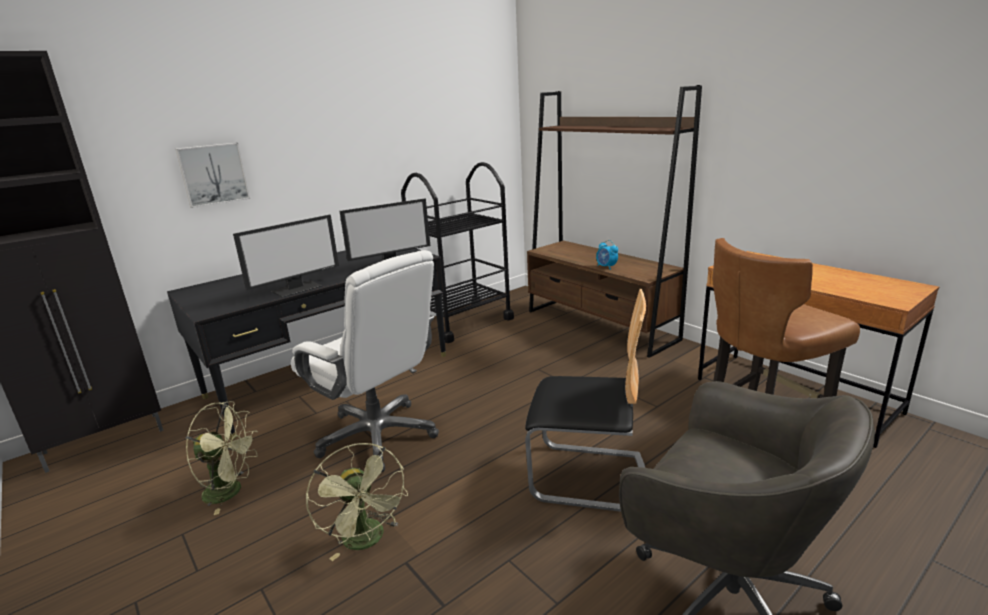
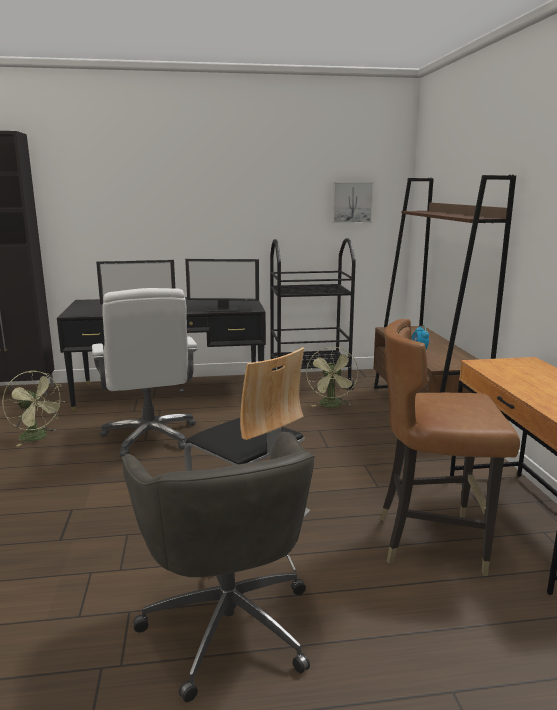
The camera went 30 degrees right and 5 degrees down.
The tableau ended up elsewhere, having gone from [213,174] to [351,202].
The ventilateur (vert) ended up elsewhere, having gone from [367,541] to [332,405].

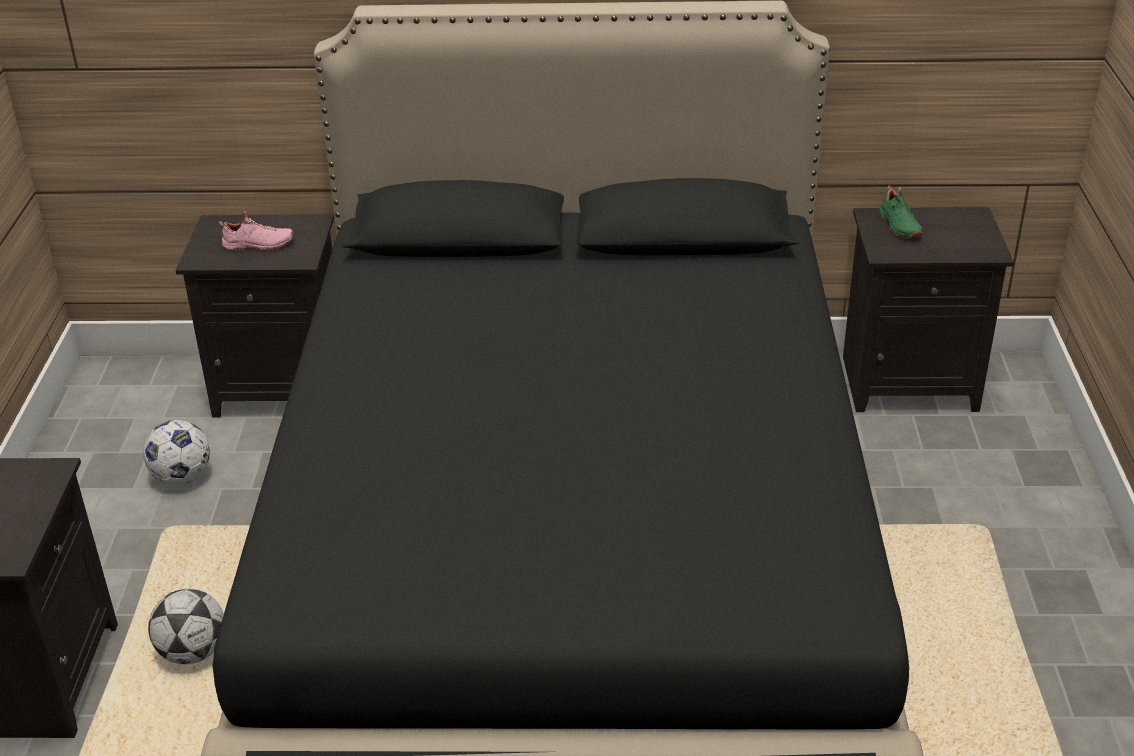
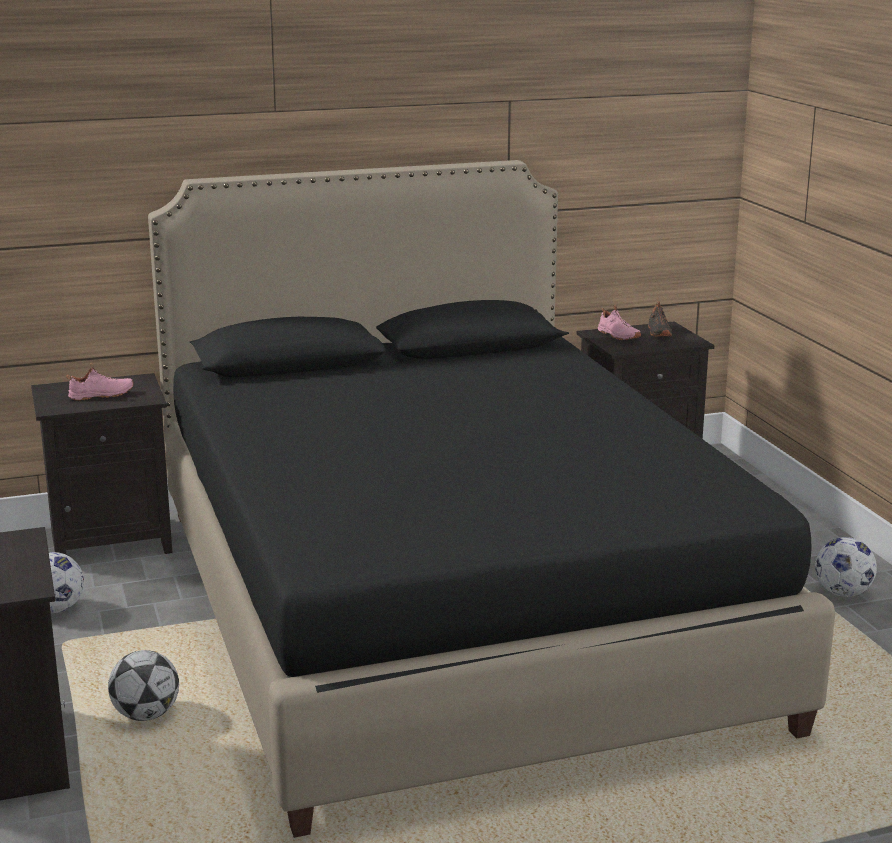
The camera went 20 degrees left and 15 degrees down.
What was the chaussure (vert) at [898,226] turned into the chaussure (rose) at [617,336].
The second view gained the chaussure (noir) at [658,332].
The second view gained the ballon de foot at [842,593].

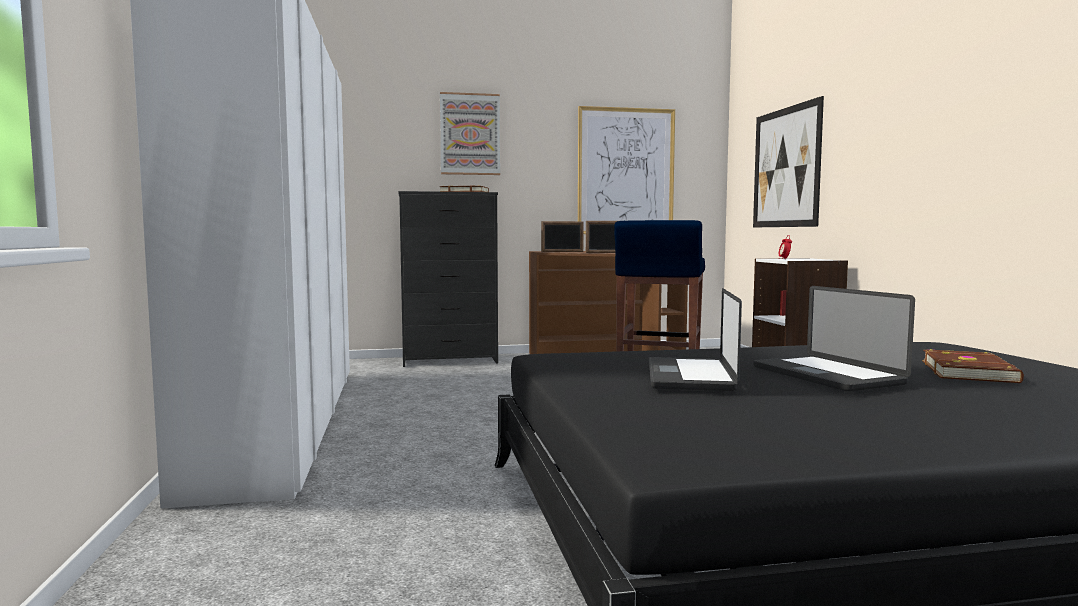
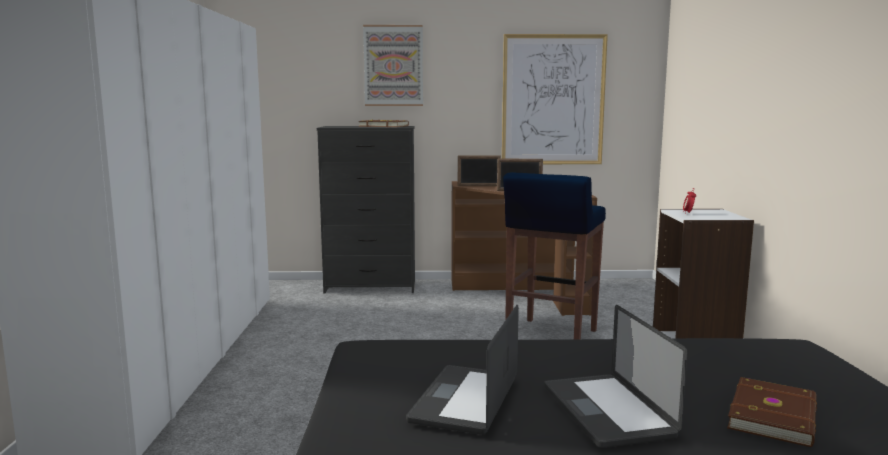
The camera went 10 degrees right and 5 degrees up.
The second view lost the tableau at [785,167].

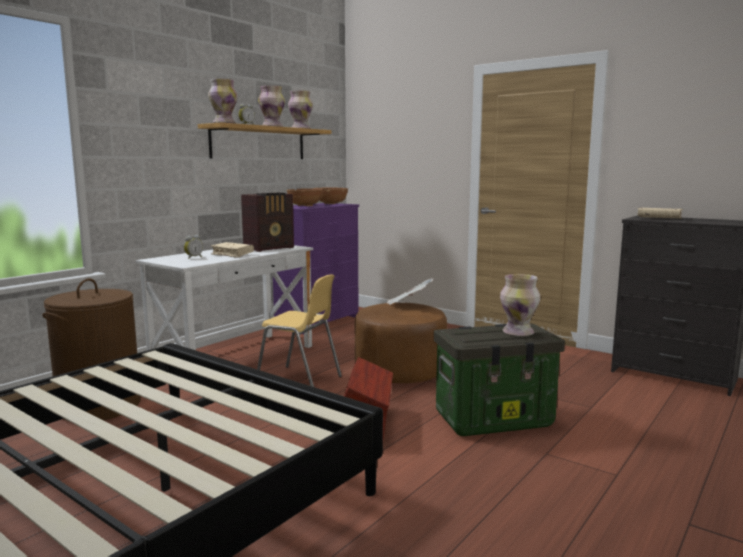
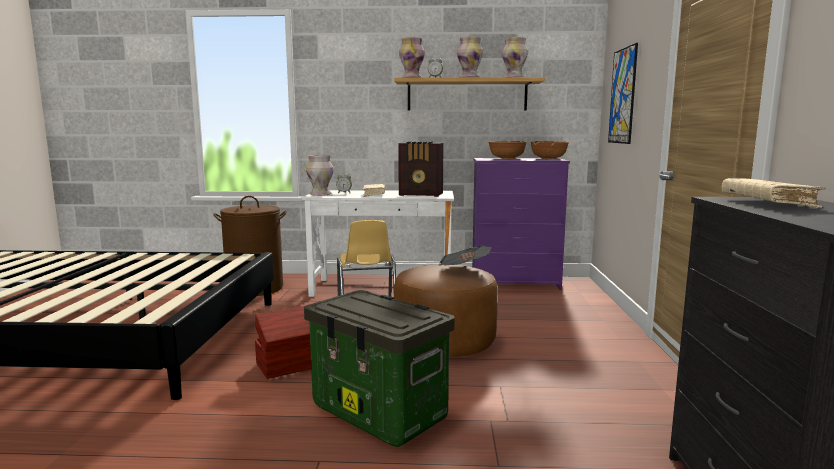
The camera went 55 degrees right and 0 degrees up.
The vase ended up elsewhere, having gone from [518,332] to [320,194].
The second view gained the tableau at [622,96].

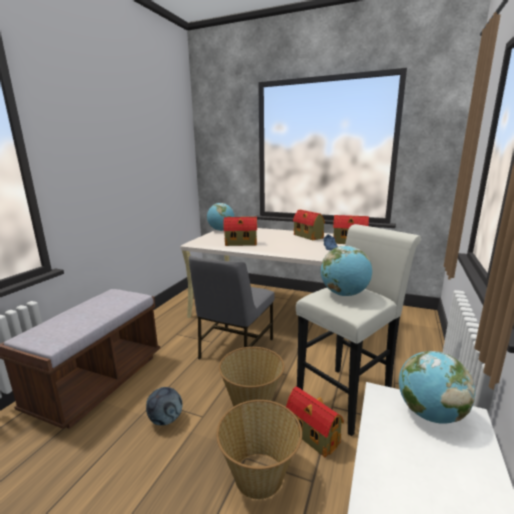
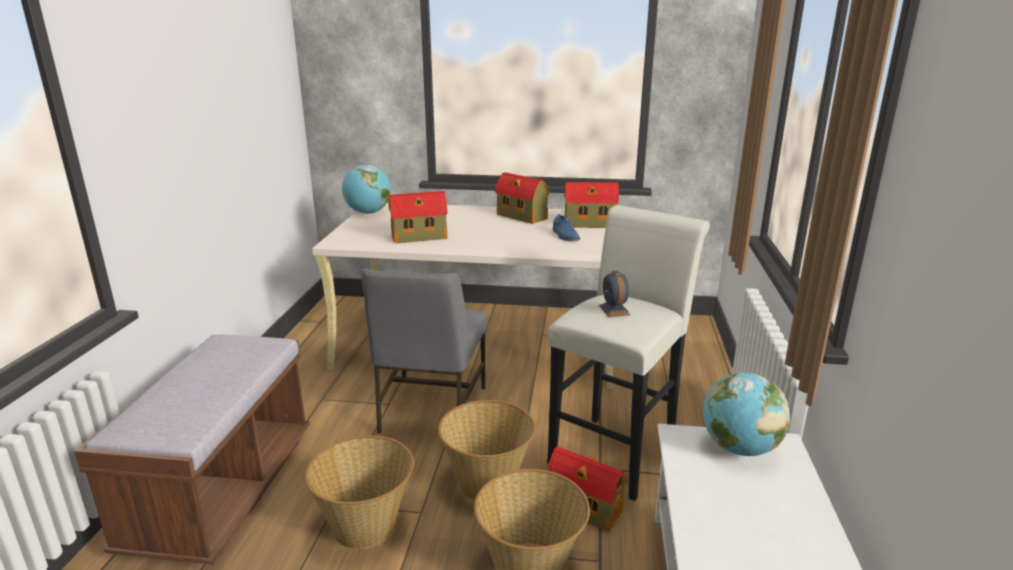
The camera went 15 degrees left and 5 degrees up.
Where the ballon de foot stood at [165,420], the panier came to stand at [366,526].
Where the globe stood at [344,294], the réveil came to stand at [614,310].

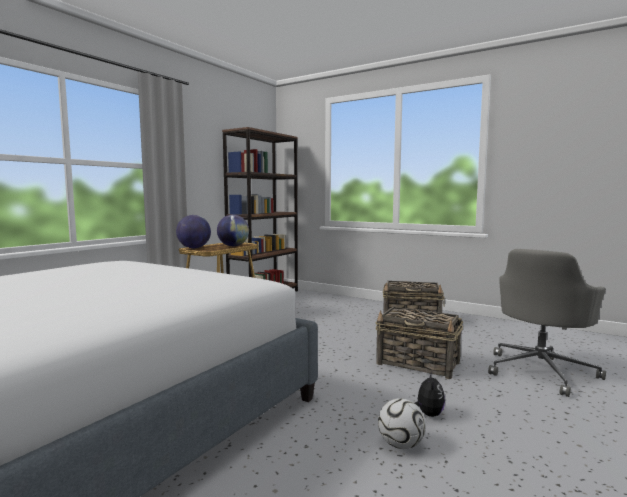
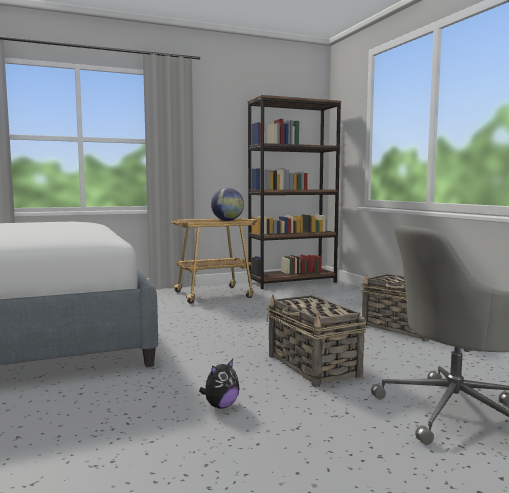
The camera went 35 degrees right and 0 degrees up.
The second view lost the globe at [194,248].
The second view lost the ballon de foot at [400,444].

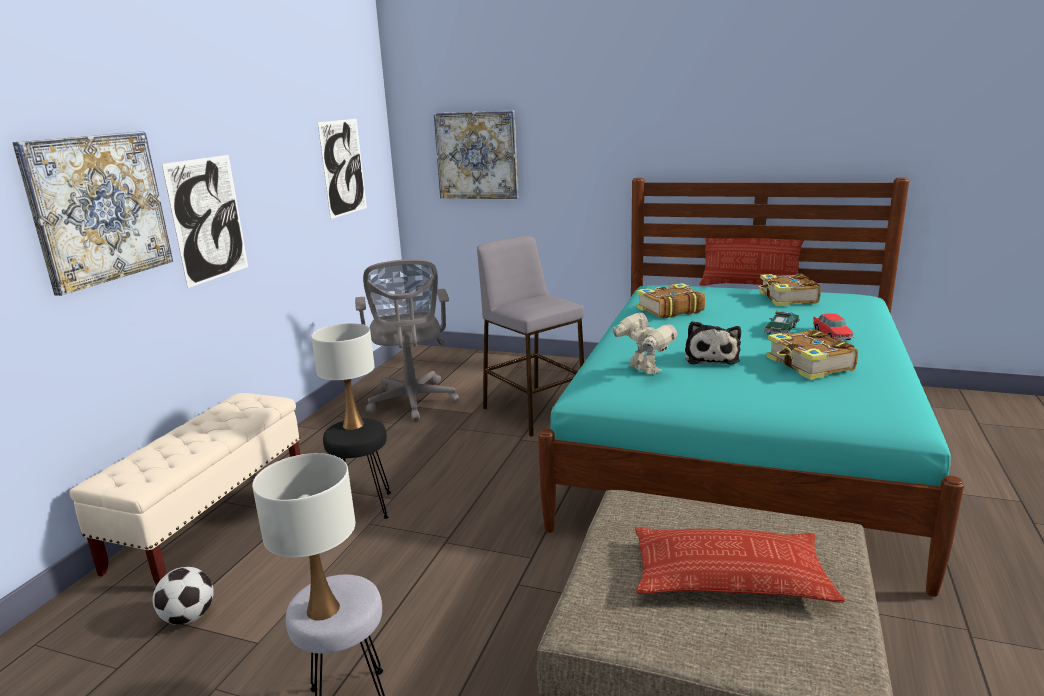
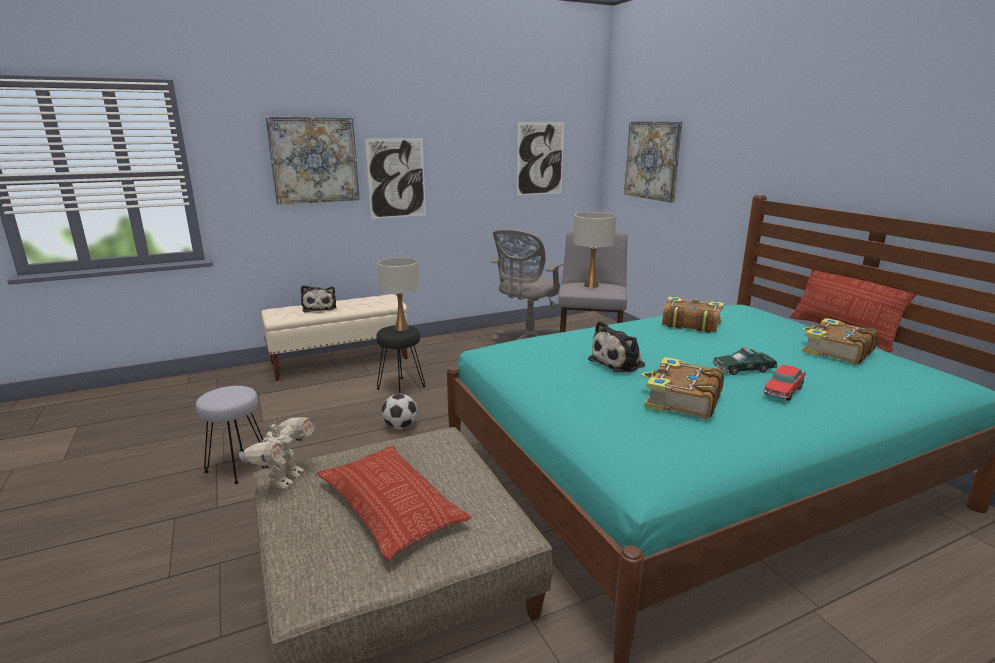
The camera went 45 degrees right and 0 degrees up.
The ballon de foot ended up elsewhere, having gone from [189,617] to [400,426].
The lampe de table (blanc) ended up elsewhere, having gone from [323,608] to [591,285].
The robot jouet ended up elsewhere, having gone from [643,370] to [284,479].
The second view gained the peluche at [319,308].

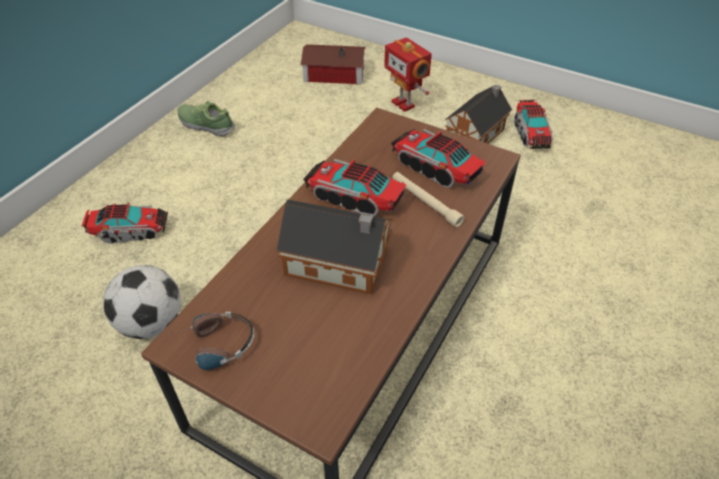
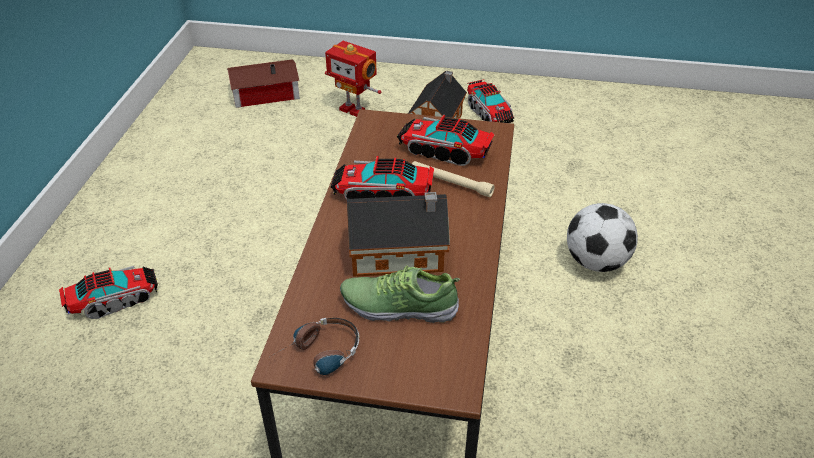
The camera went 20 degrees left and 5 degrees down.
The ballon de foot ended up elsewhere, having gone from [151,323] to [596,262].
The chaussure ended up elsewhere, having gone from [206,125] to [399,305].

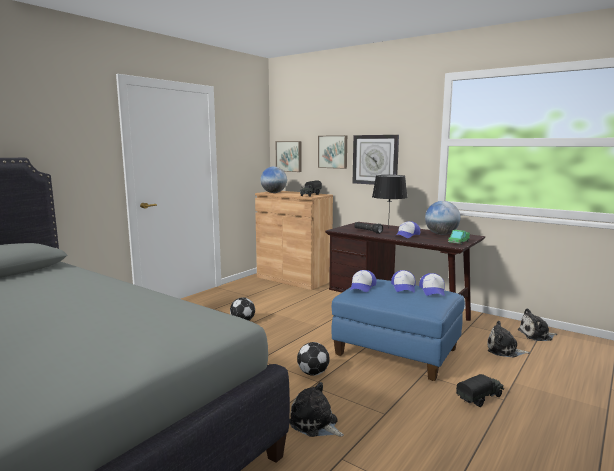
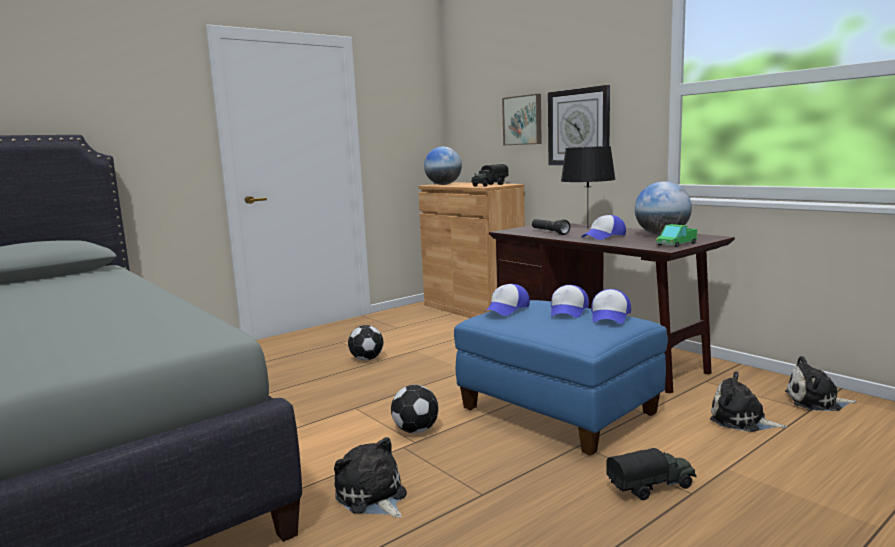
The camera went 15 degrees right and 0 degrees up.
The second view lost the tableau at [289,156].

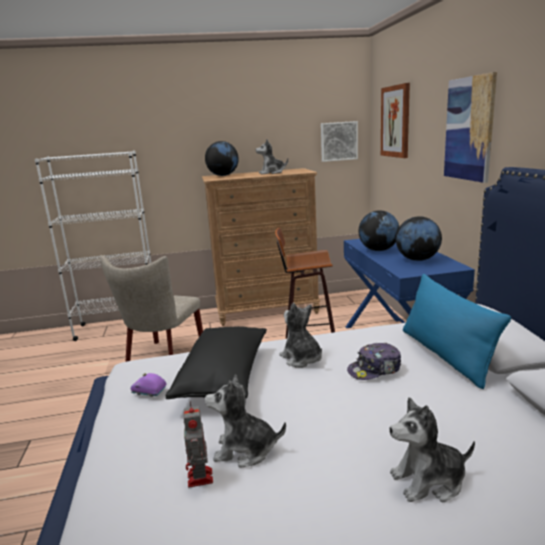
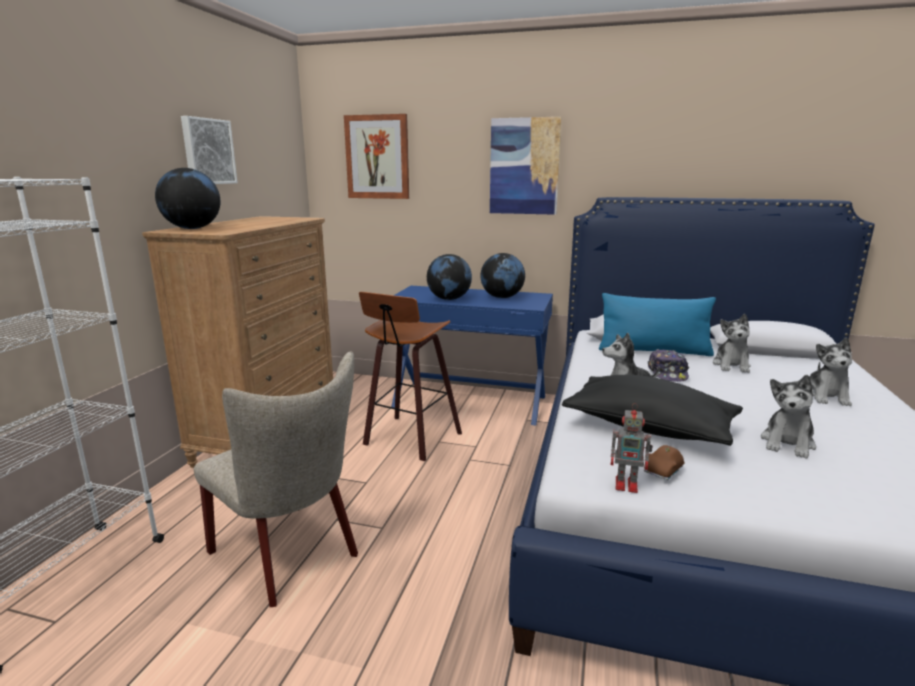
The camera went 65 degrees left and 0 degrees up.
What was the petite voiture (violet) at [149,391] turned into the petite voiture (marron) at [664,471].
The robot jouet ended up elsewhere, having gone from [200,479] to [628,485].
The peluche ended up elsewhere, having gone from [272,173] to [731,365].
The tableau ended up elsewhere, having gone from [338,141] to [207,151].

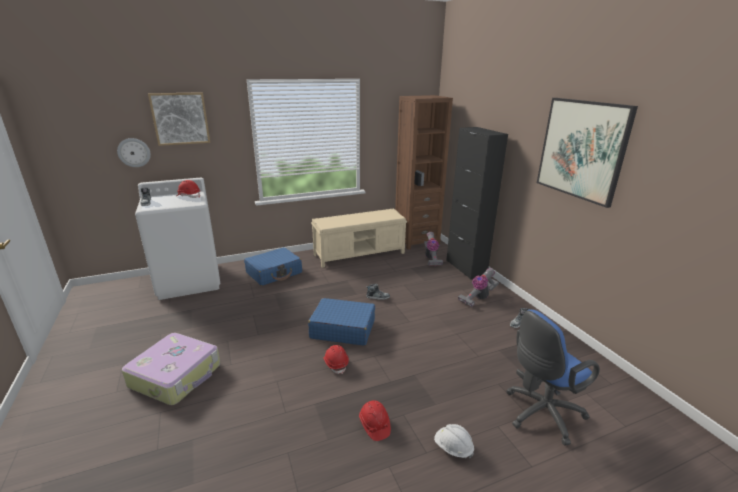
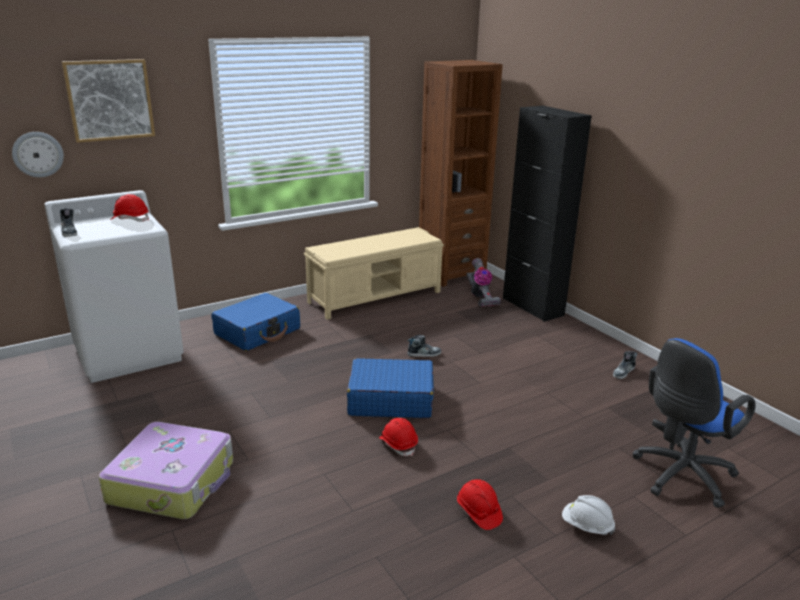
The camera went 10 degrees left and 0 degrees up.
The second view lost the aspirateur at [478,298].
The second view lost the tableau at [582,149].

